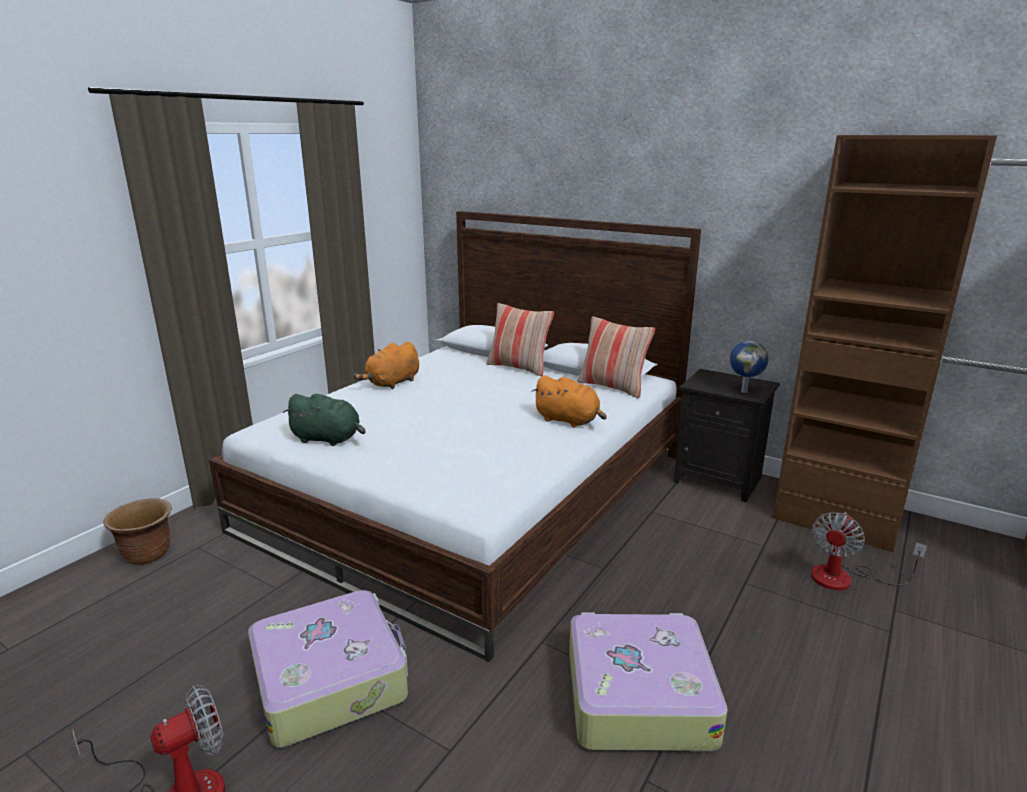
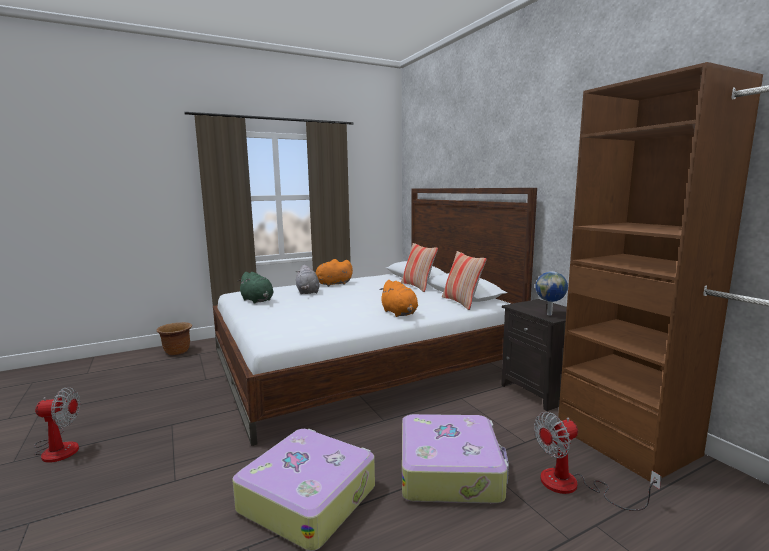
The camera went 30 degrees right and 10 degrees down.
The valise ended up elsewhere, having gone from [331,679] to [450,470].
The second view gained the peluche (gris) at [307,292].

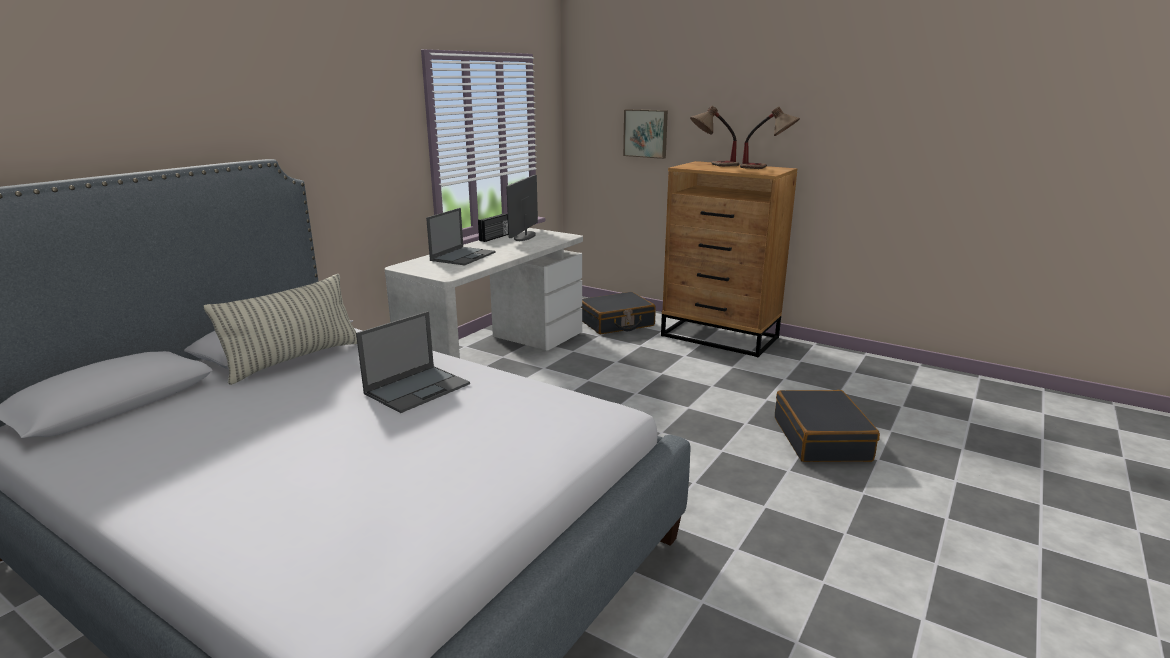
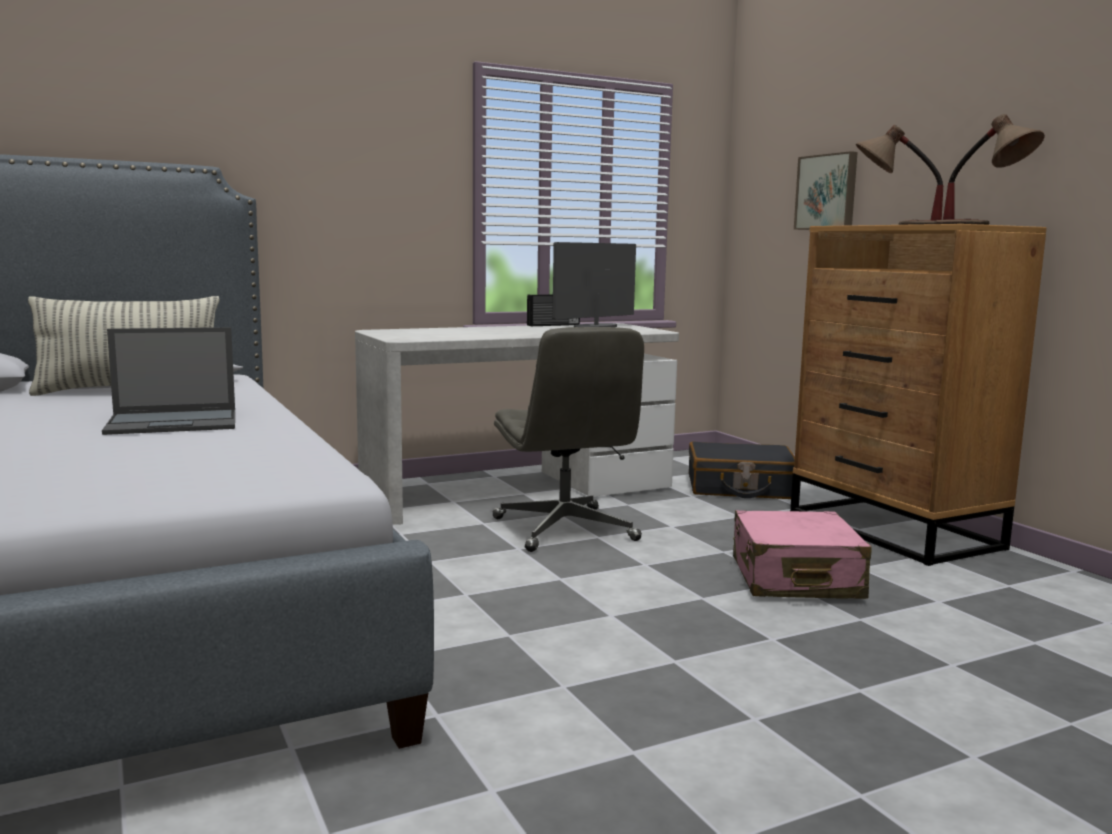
The camera went 30 degrees right and 10 degrees down.
The second view lost the ordinateur portable at [463,256].
The second view lost the valise (noir) at [822,439].
The second view gained the chaise de bureau (gris) at [565,530].
The second view gained the valise (rose) at [795,578].

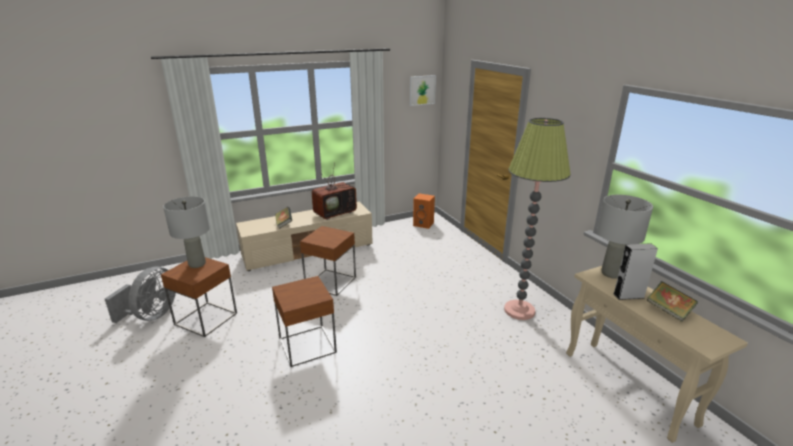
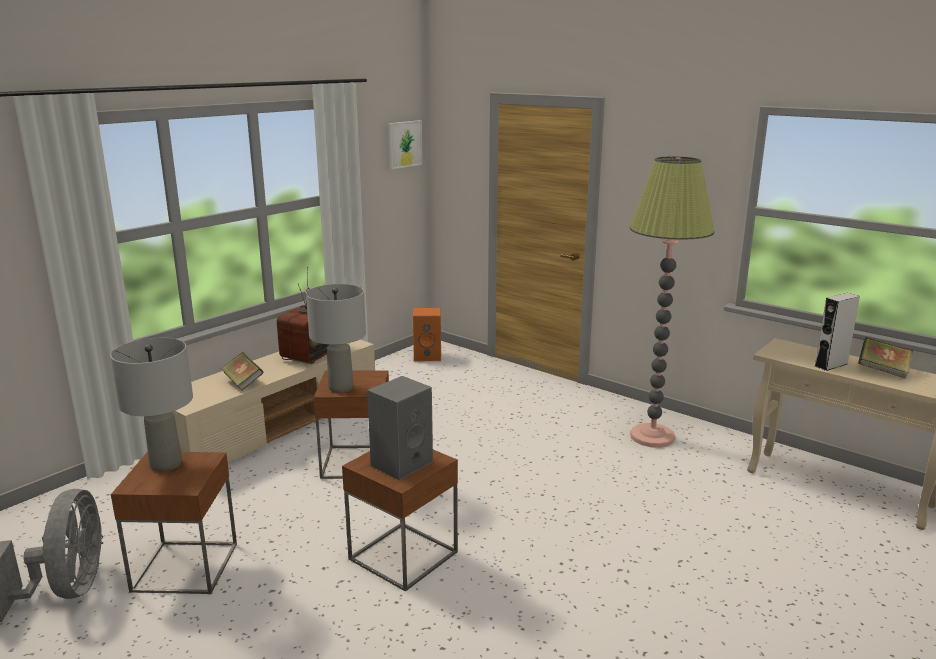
The camera went 25 degrees left and 5 degrees down.
The lampe de table (gris) ended up elsewhere, having gone from [611,273] to [341,387].
The second view gained the enceinte (gris) at [402,463].

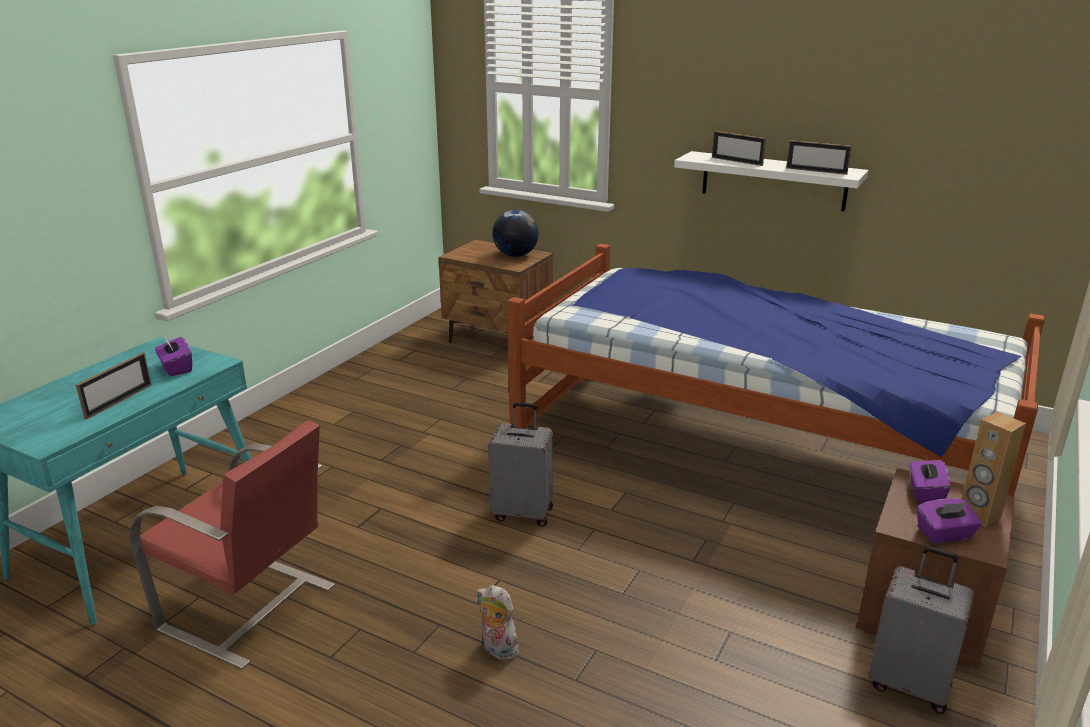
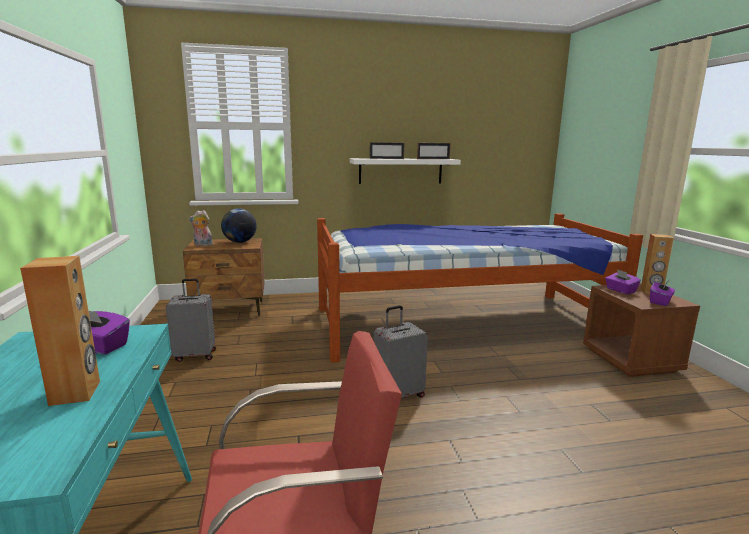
The camera went 40 degrees left and 10 degrees down.
Where the cadre photo stood at [119,401], the enceinte (marron) came to stand at [76,393].
The peluche ended up elsewhere, having gone from [497,649] to [202,245].
The valise (gris) ended up elsewhere, having gone from [909,684] to [195,355].

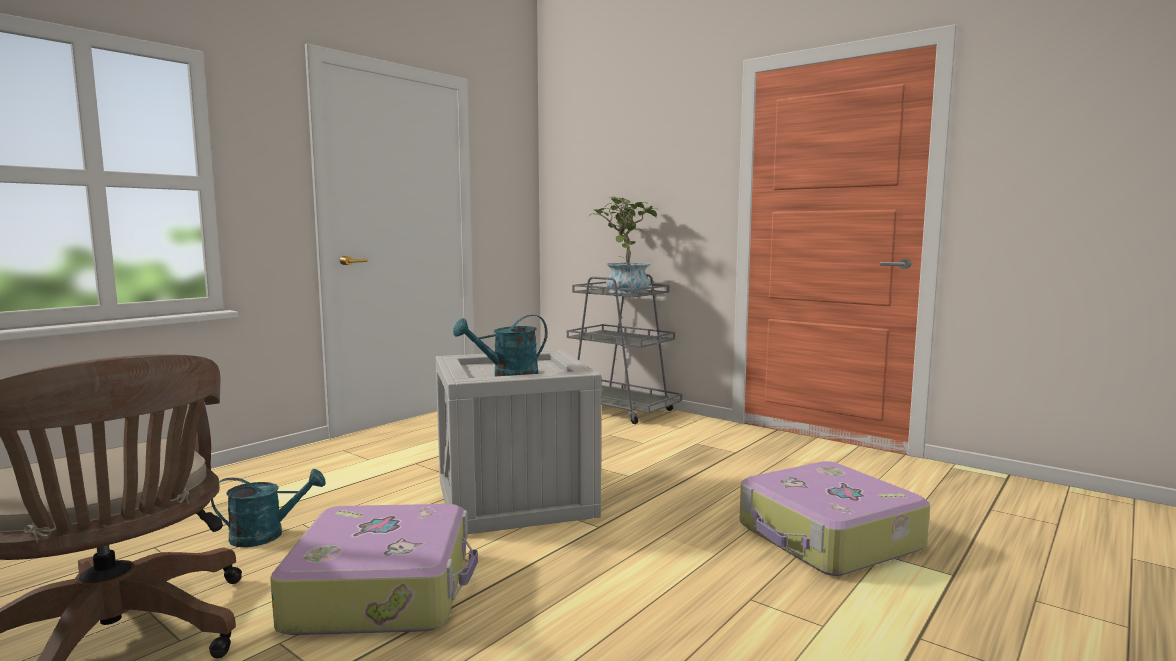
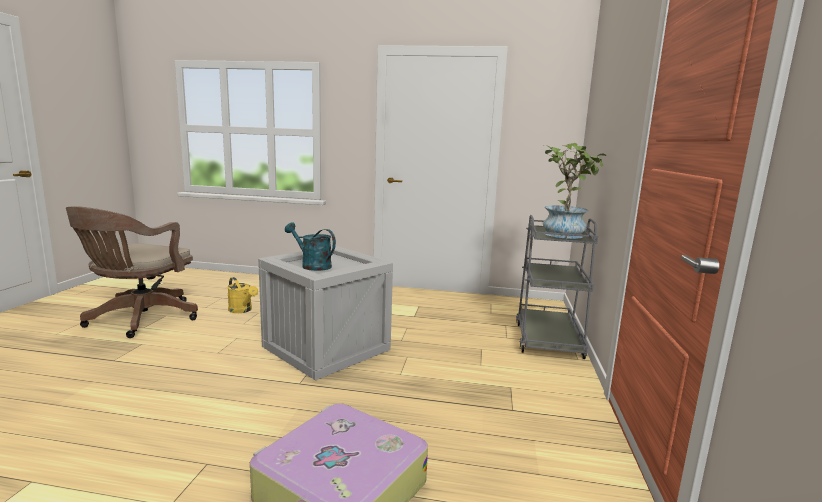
The camera went 60 degrees right and 5 degrees up.
What was the arrosoir (turquoise) at [267,535] turned into the arrosoir (jaune) at [242,310].
The second view lost the valise at [383,590].

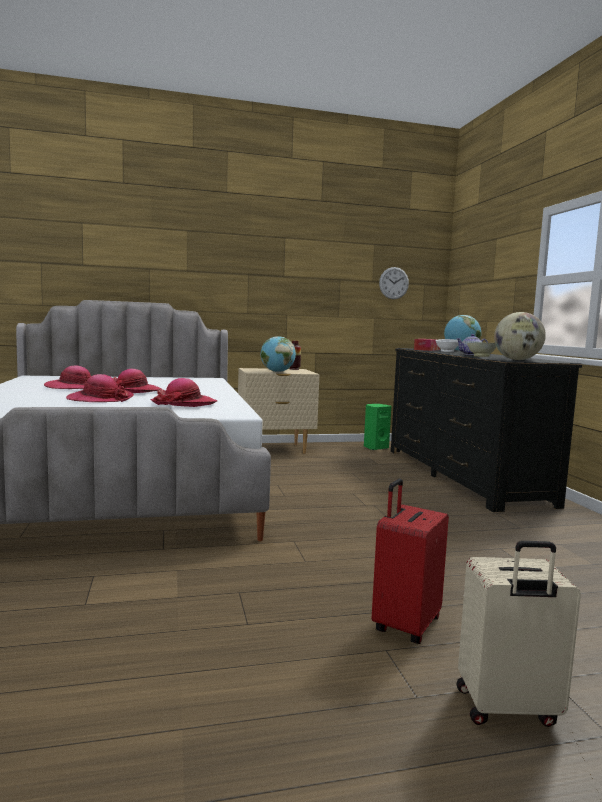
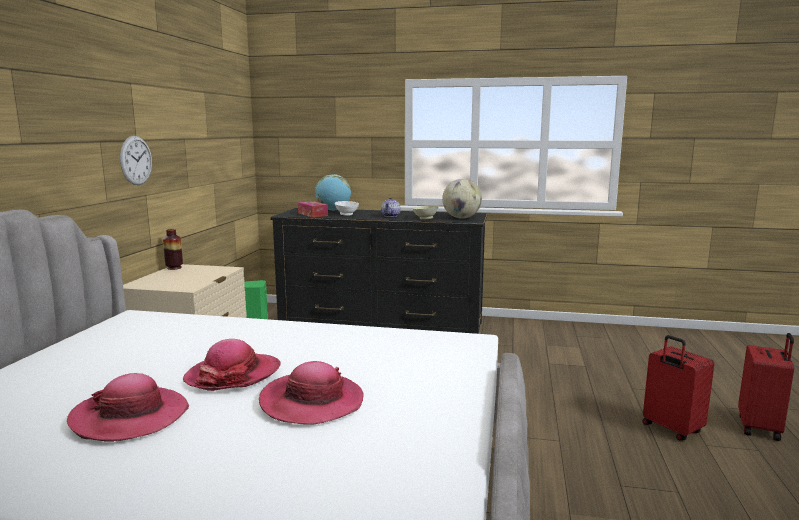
The camera went 65 degrees left and 5 degrees up.
The second view lost the chapeau at [184,404].
The second view lost the globe at [277,372].
The horloge murale ended up elsewhere, having gone from [394,283] to [136,160].
What was the valise (beige) at [507,708] turned into the valise (rouge) at [760,428].

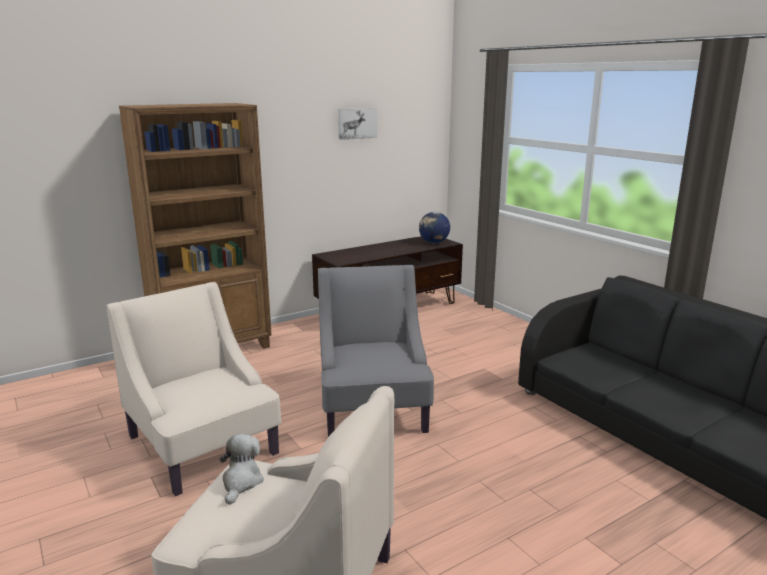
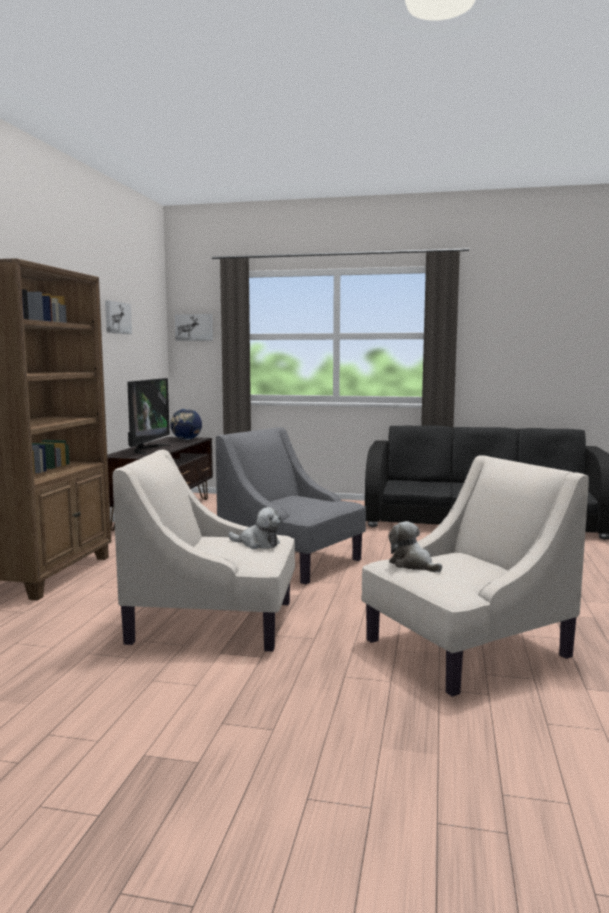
The camera went 45 degrees left and 10 degrees down.
The second view gained the téléviseur at [147,449].
The second view gained the tableau at [194,327].
The second view gained the peluche at [257,544].

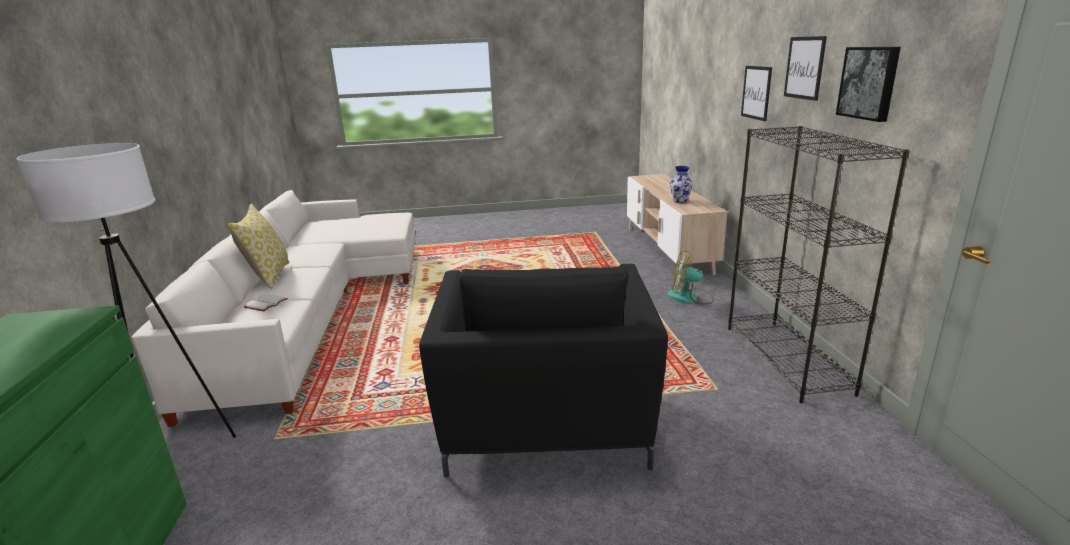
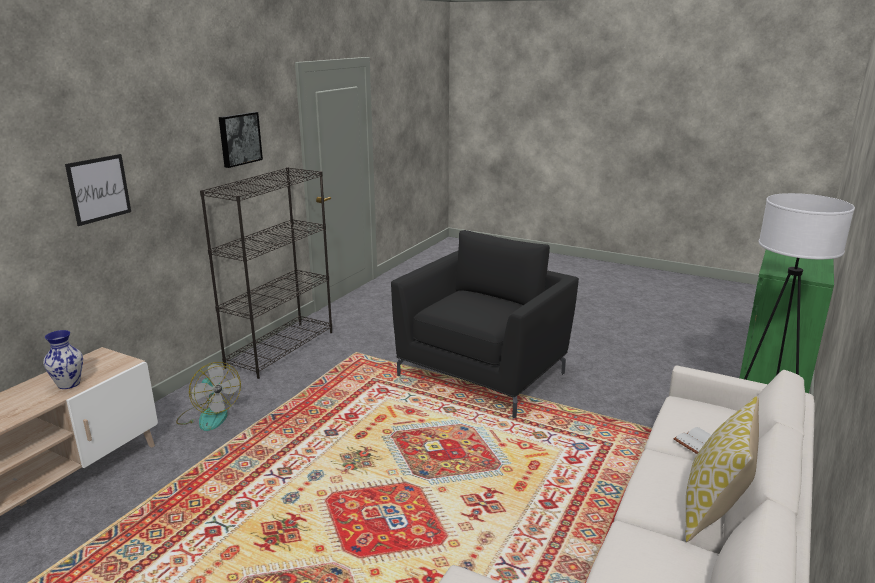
The camera went 145 degrees left and 0 degrees up.
The second view lost the tableau at [804,68].

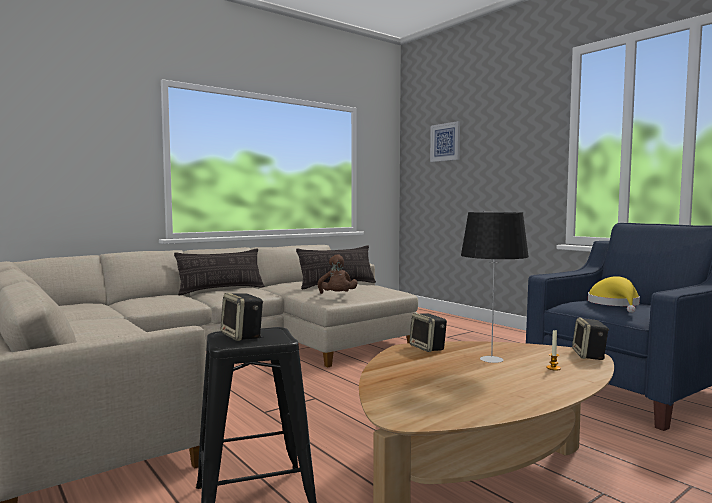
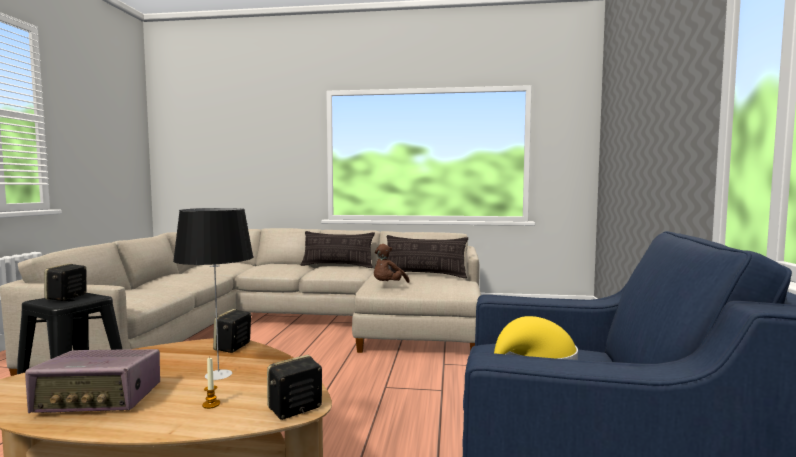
The camera went 45 degrees right and 0 degrees up.
The second view lost the tableau at [445,142].
The second view gained the radio at [100,400].

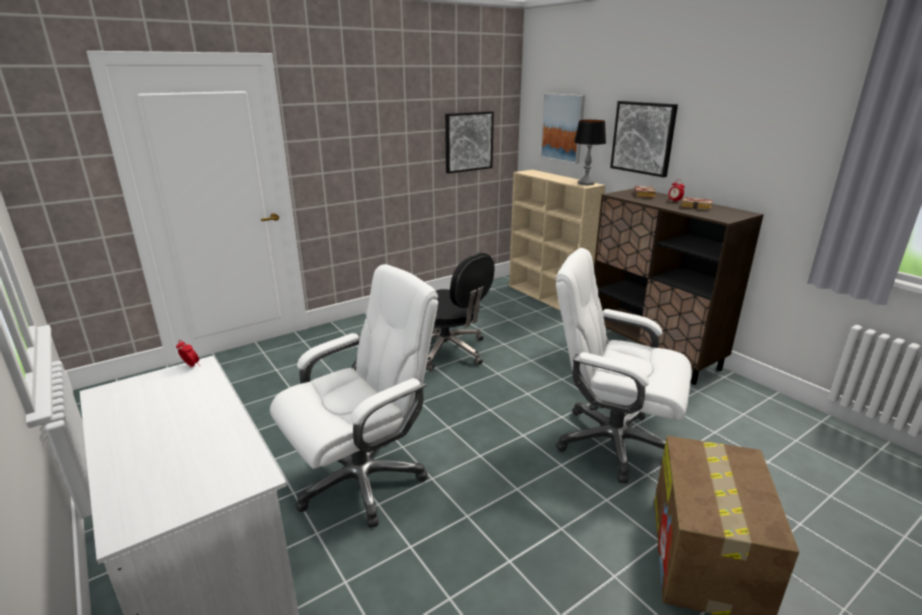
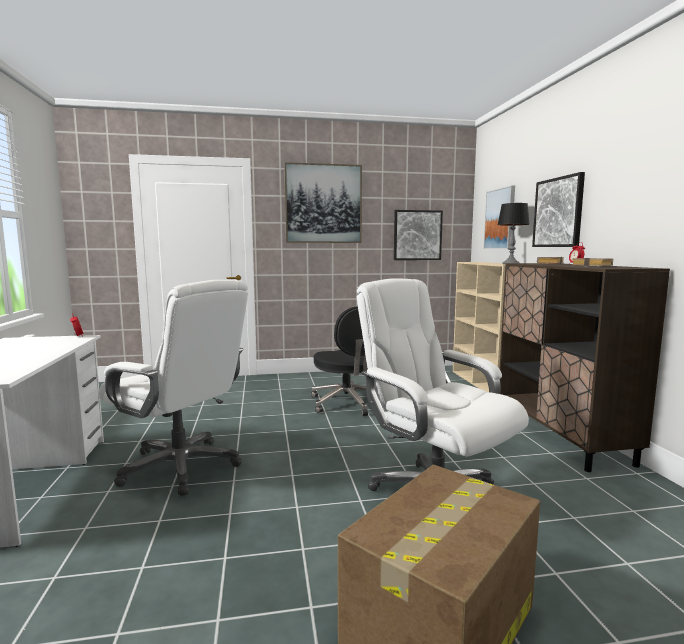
The camera went 25 degrees right and 15 degrees down.
The chaise de bureau (blanc) at [362,479] ended up facing another way, 45 degrees clockwise from before.
The second view gained the tableau at [323,204].

